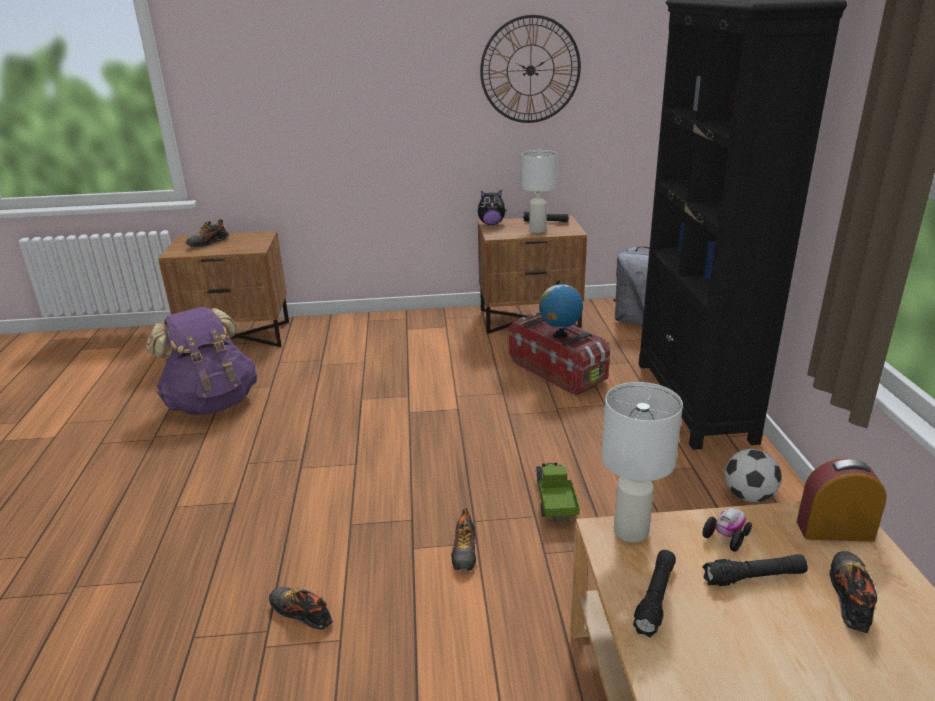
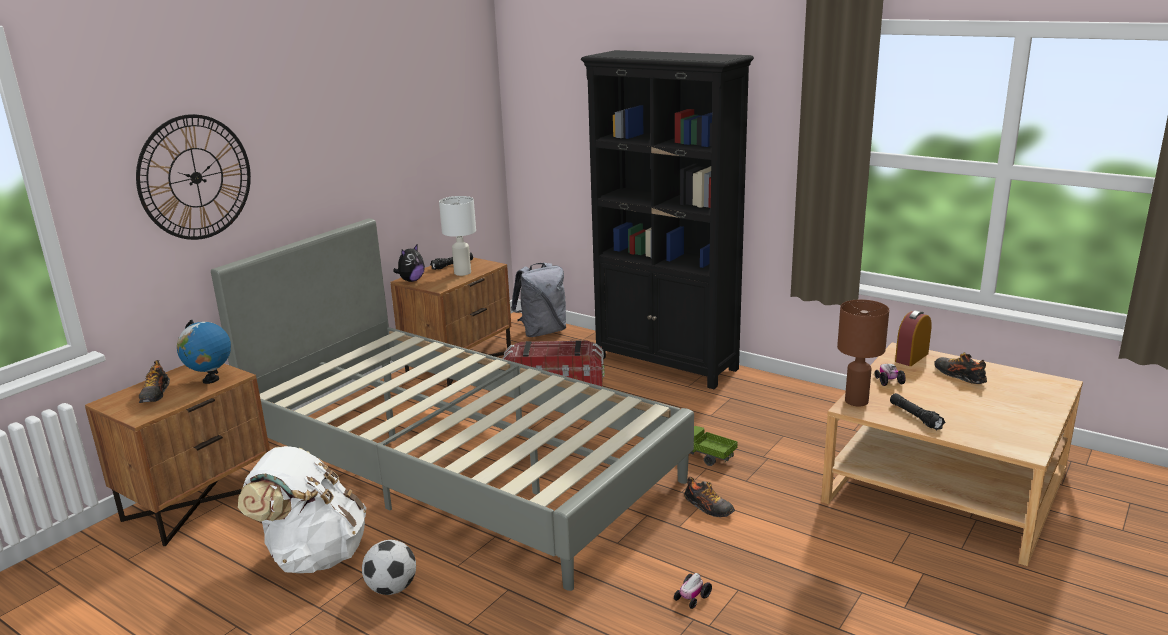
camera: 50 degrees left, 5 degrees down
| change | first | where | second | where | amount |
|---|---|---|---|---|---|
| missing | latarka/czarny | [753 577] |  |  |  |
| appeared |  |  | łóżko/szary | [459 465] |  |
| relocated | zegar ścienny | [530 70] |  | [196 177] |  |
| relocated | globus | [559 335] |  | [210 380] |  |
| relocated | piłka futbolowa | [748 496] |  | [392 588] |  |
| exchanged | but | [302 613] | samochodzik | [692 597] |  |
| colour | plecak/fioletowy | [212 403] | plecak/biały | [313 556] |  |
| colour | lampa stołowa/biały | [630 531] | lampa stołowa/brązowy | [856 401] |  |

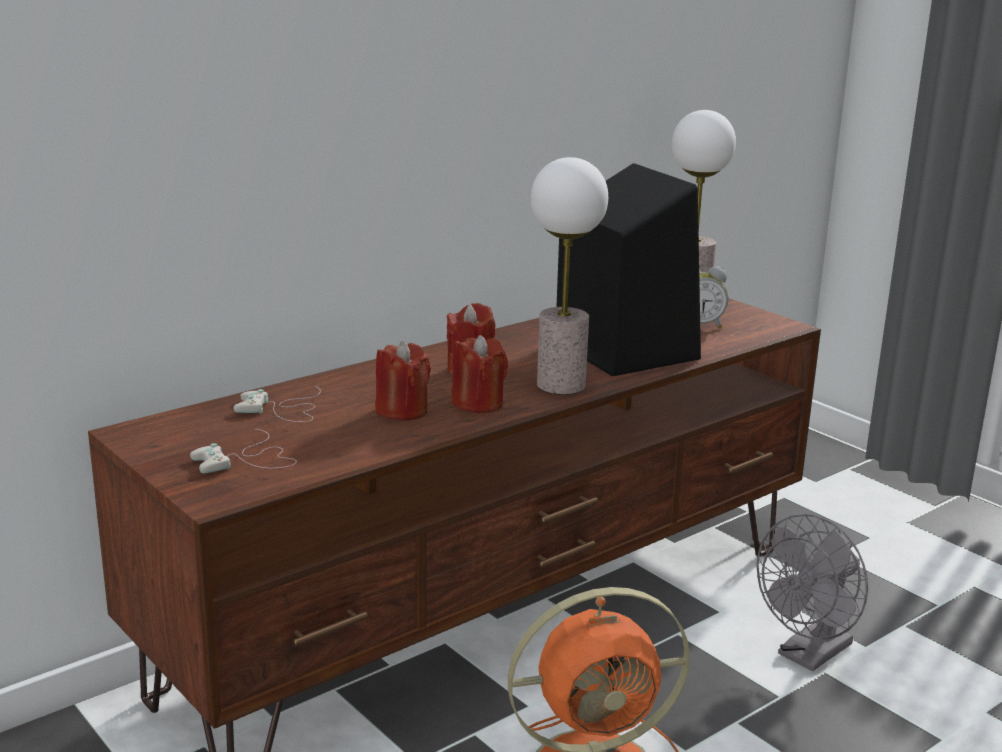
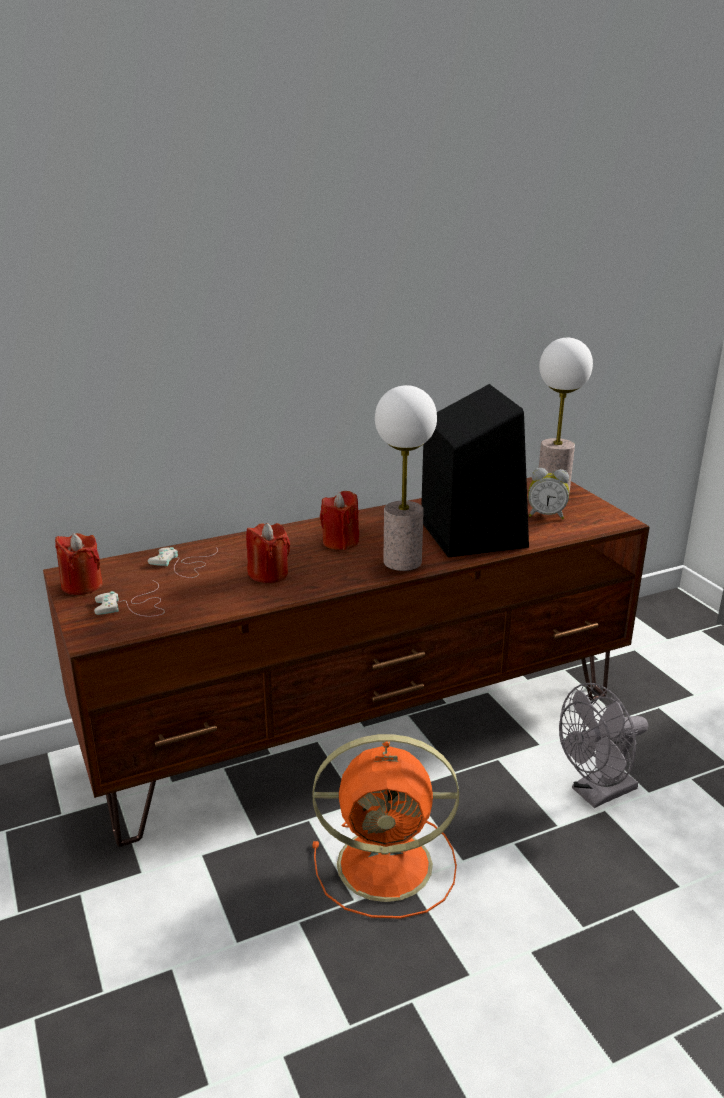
camera: 15 degrees right, 5 degrees up
| change | first | where | second | where | amount |
|---|---|---|---|---|---|
| relocated | świeca/czerwony | [478 403] |  | [82 585] |  |

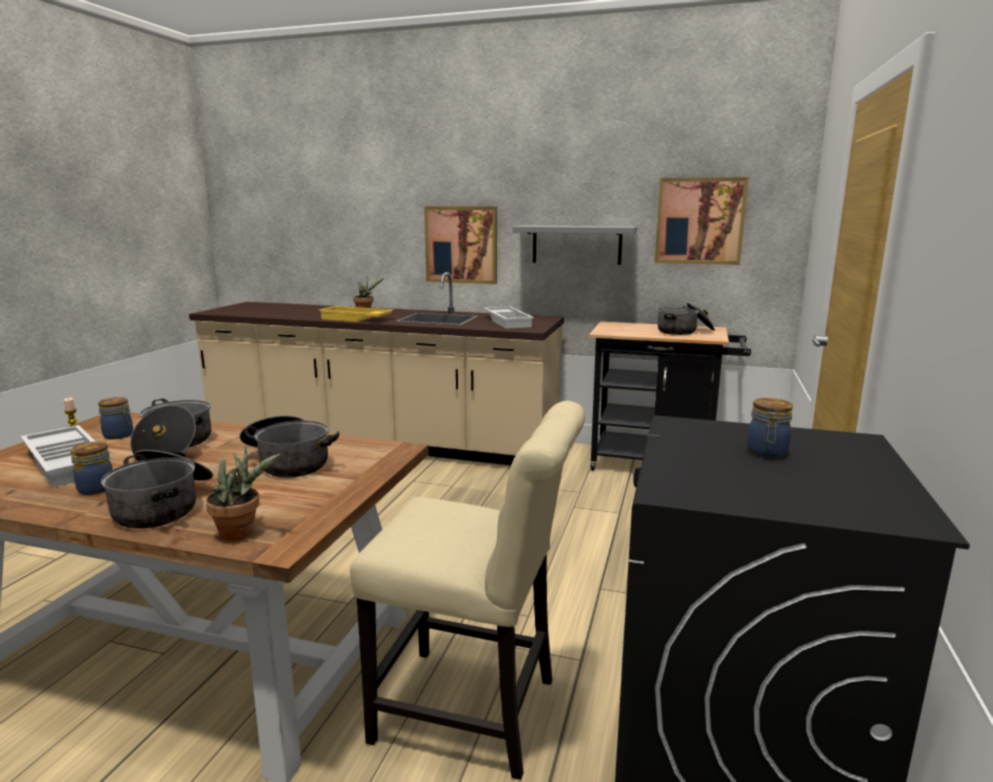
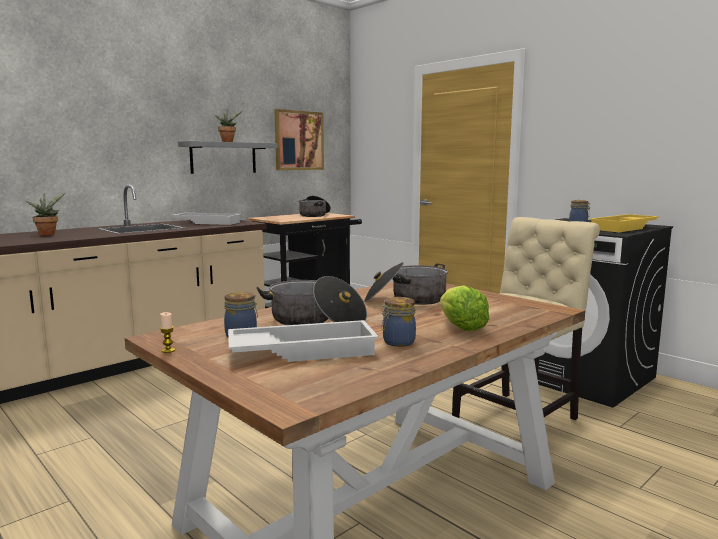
camera: 60 degrees left, 5 degrees down
| change | first | where | second | where | amount |
|---|---|---|---|---|---|
| missing | obraz | [461 244] |  |  |  |
| relocated | roślina doniczkowa | [242 533] |  | [228 141] |  |
| relocated | taca/żółty | [355 319] |  | [624 228] |  |
| exchanged | garnek | [164 505] | sałata | [460 327] |  |

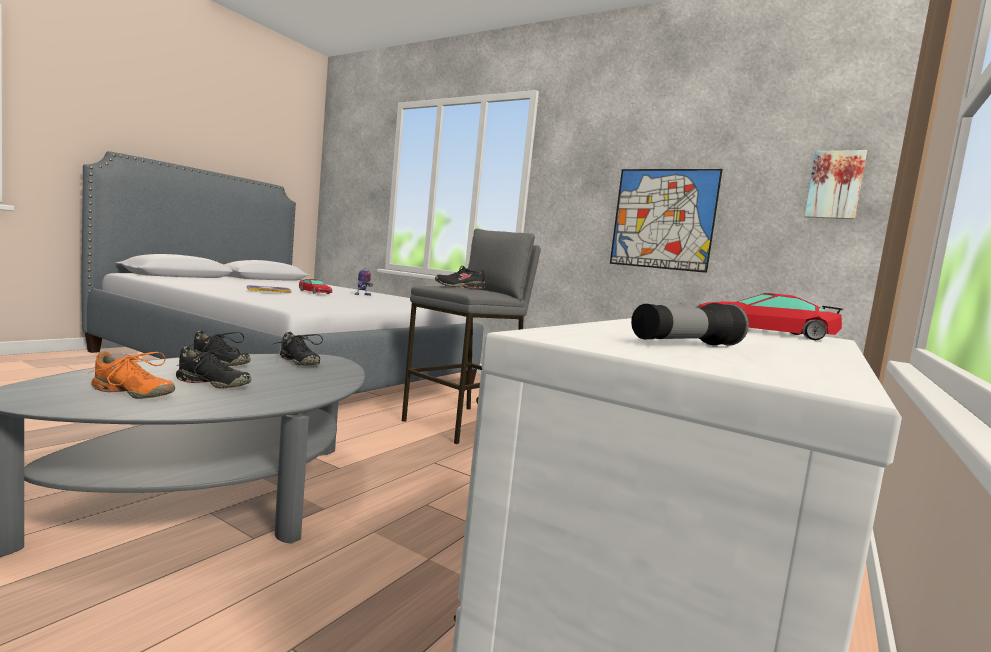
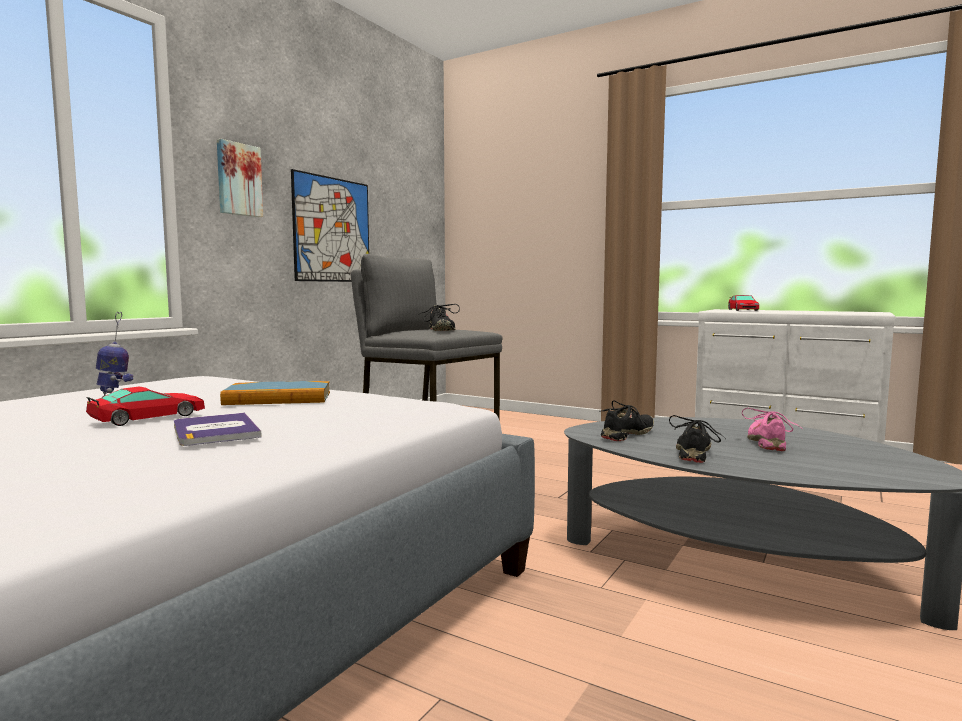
camera: 90 degrees left, 0 degrees up
| change | first | where | second | where | amount |
|---|---|---|---|---|---|
| missing | but/pomarańczowy | [132 393] |  |  |  |
| missing | latarka | [686 345] |  |  |  |
| appeared |  |  | książka | [278 398] |  |
| relocated | obraz | [834 185] |  | [238 179] |  |
| colour | but/czarny | [212 384] | but/różowy | [768 443] |  |

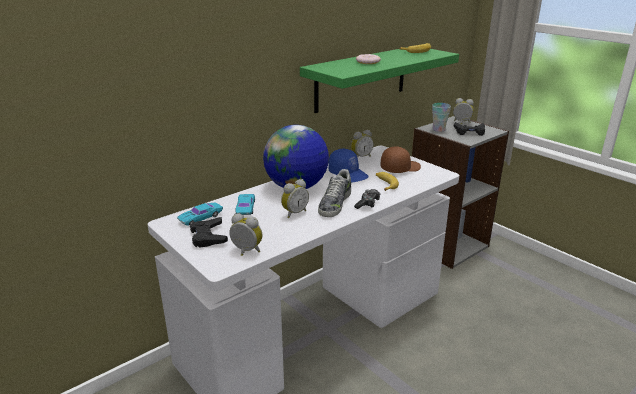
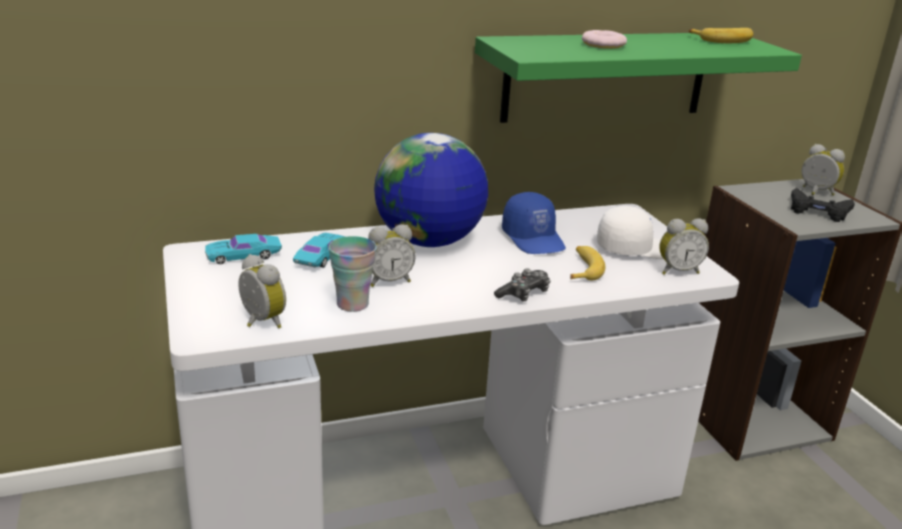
camera: 20 degrees right, 0 degrees up
| change | first | where | second | where | amount |
|---|---|---|---|---|---|
| missing | pad do gier/czarny | [208 236] |  |  |  |
| missing | but | [334 203] |  |  |  |
| relocated | budzik | [360 157] |  | [677 271] |  |
| relocated | filiżanka | [438 130] |  | [352 304] |  |
| colour | czapka z daszkiem/brązowy | [400 168] | czapka z daszkiem/biały | [634 248] |  |

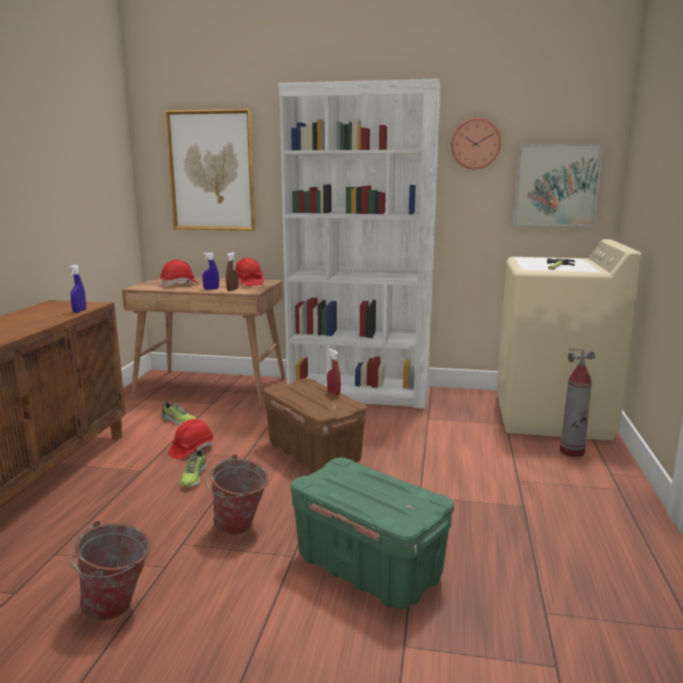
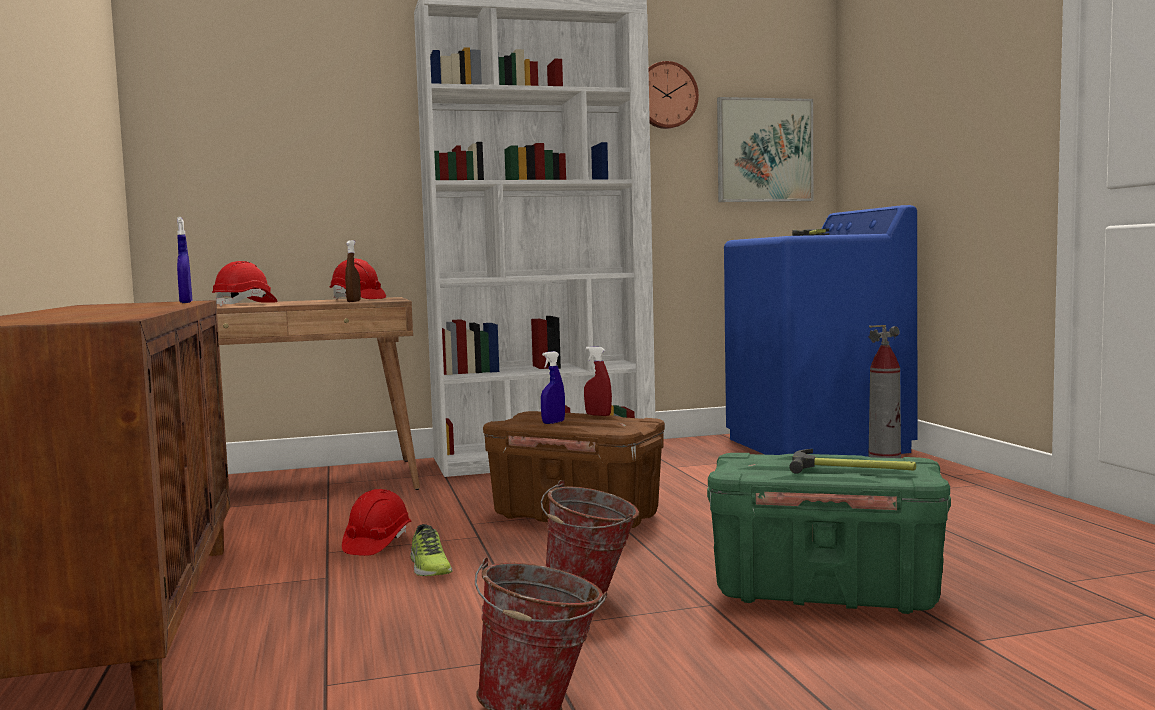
camera: 25 degrees left, 10 degrees down
| change | first | where | second | where | amount |
|---|---|---|---|---|---|
| missing | but | [178 421] |  |  |  |
| missing | obraz | [211 171] |  |  |  |
| appeared |  |  | młotek | [853 469] |  |
| relocated | spryskiwacz/niebieski | [211 289] |  | [553 422] |  |
| colour | pralka/beżowy | [552 417] | pralka/niebieski | [817 445] |  |

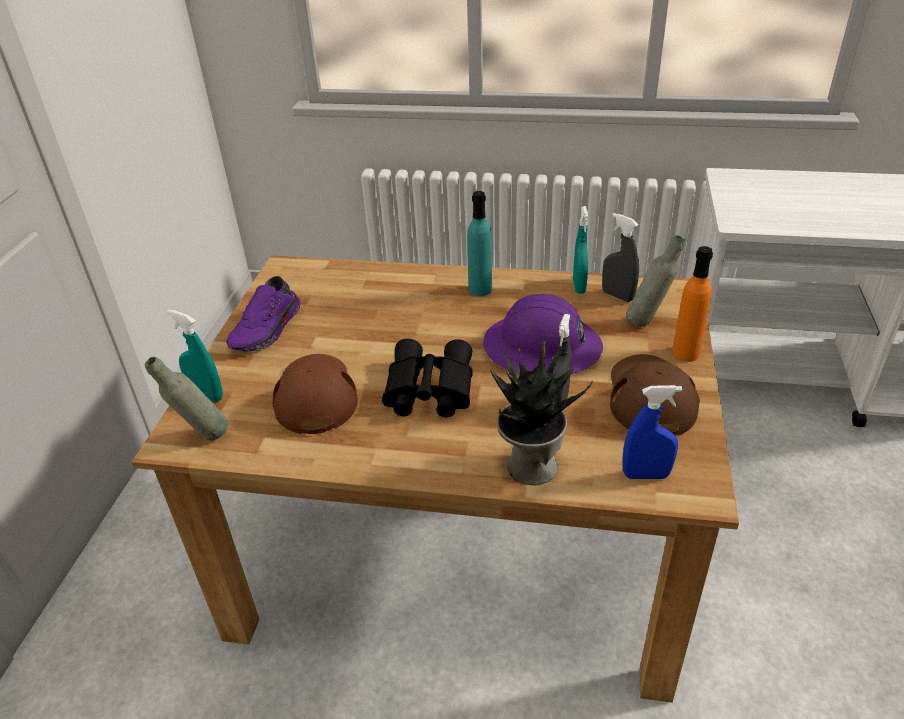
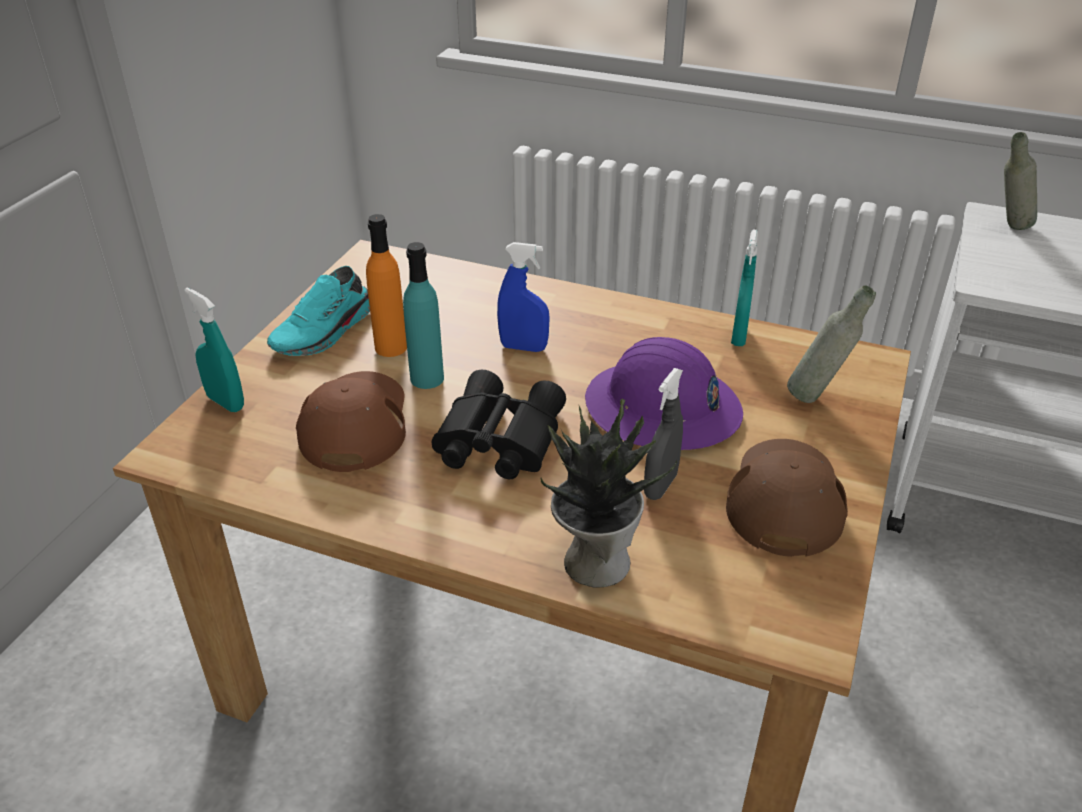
camera: 10 degrees right, 0 degrees up
| change | first | where | second | where | amount |
|---|---|---|---|---|---|
| missing | spryskiwacz/szary | [617 296] |  |  |  |
| relocated | butelka/szary | [202 438] |  | [1008 228] |  |
| relocated | butelka/turkusowy | [480 289] |  | [427 378] |  |
| relocated | spryskiwacz/niebieski | [646 475] |  | [523 347] |  |
| relocated | butelka/pomarańczowy | [685 353] |  | [391 347] |  |
| colour | but/fioletowy | [268 330] | but/turkusowy | [325 332] |  |

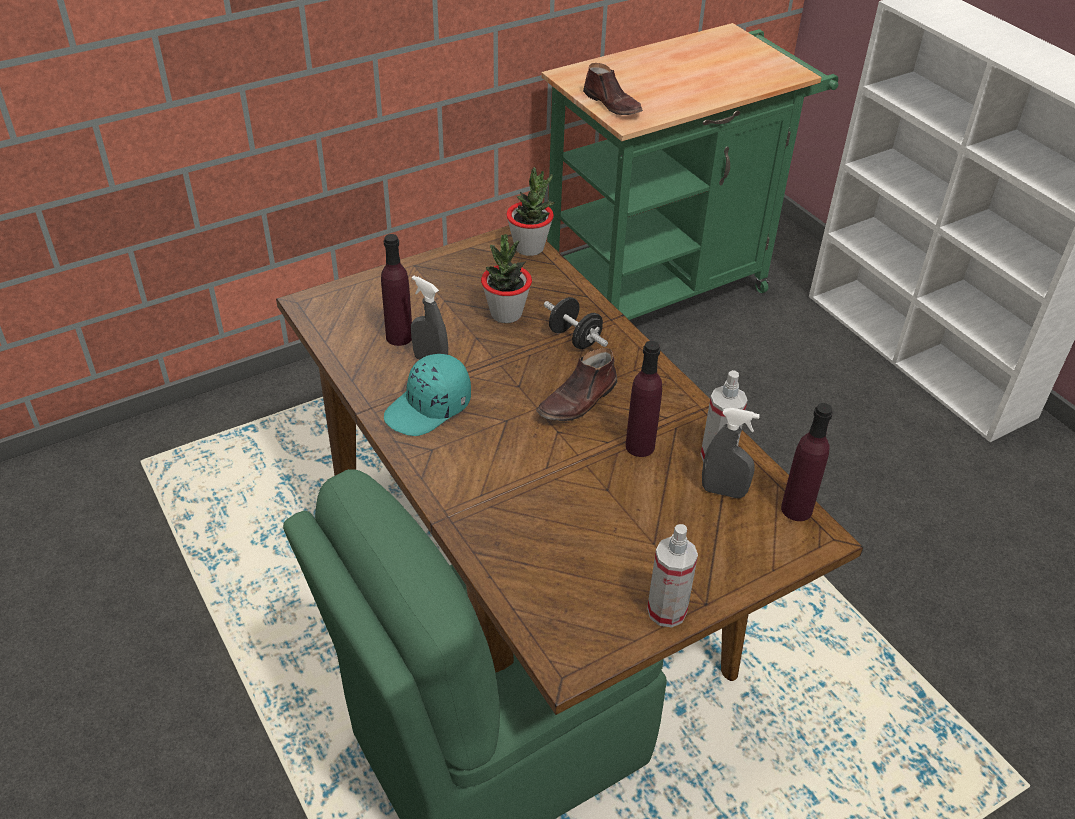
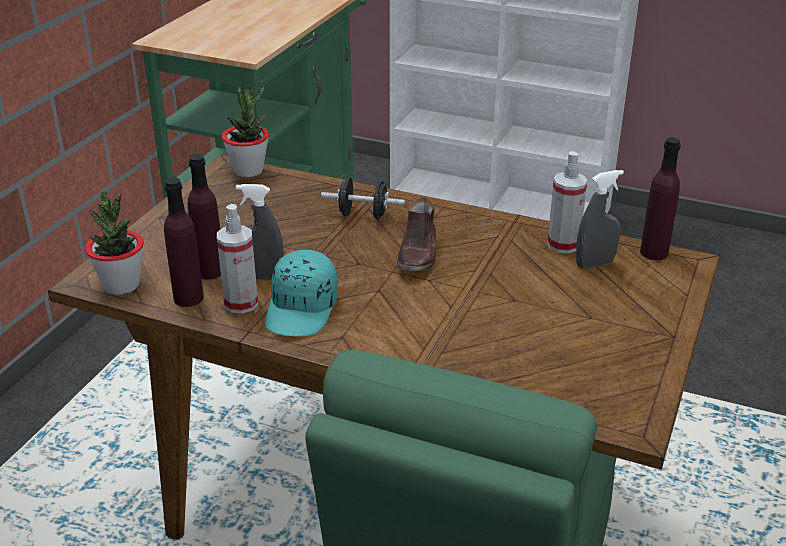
camera: 35 degrees left, 10 degrees down
| change | first | where | second | where | amount |
|---|---|---|---|---|---|
| missing | but/brązowy | [613 104] |  |  |  |
| relocated | roślina doniczkowa | [506 314] |  | [121 285] |  |
| relocated | butelka/fioletowy | [640 446] |  | [188 298] |  |
| relocated | spryskiwacz | [666 611] |  | [241 303] |  |

